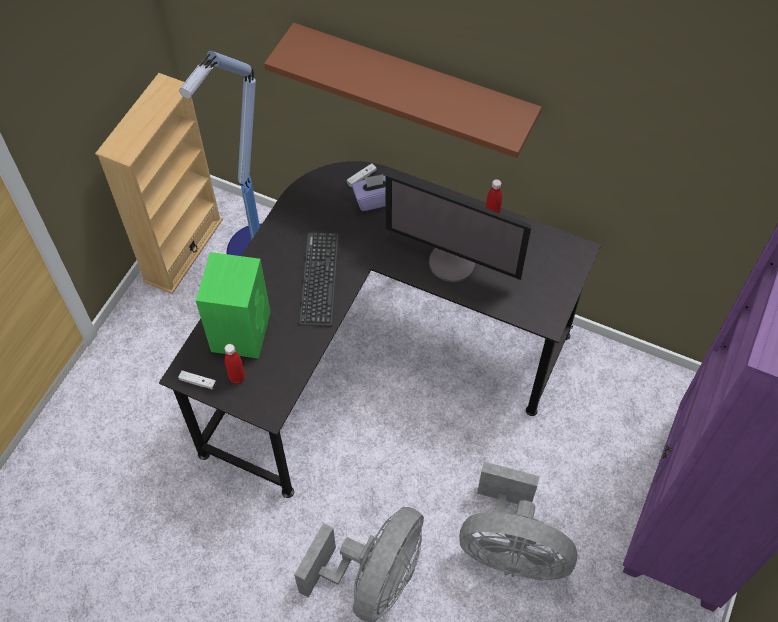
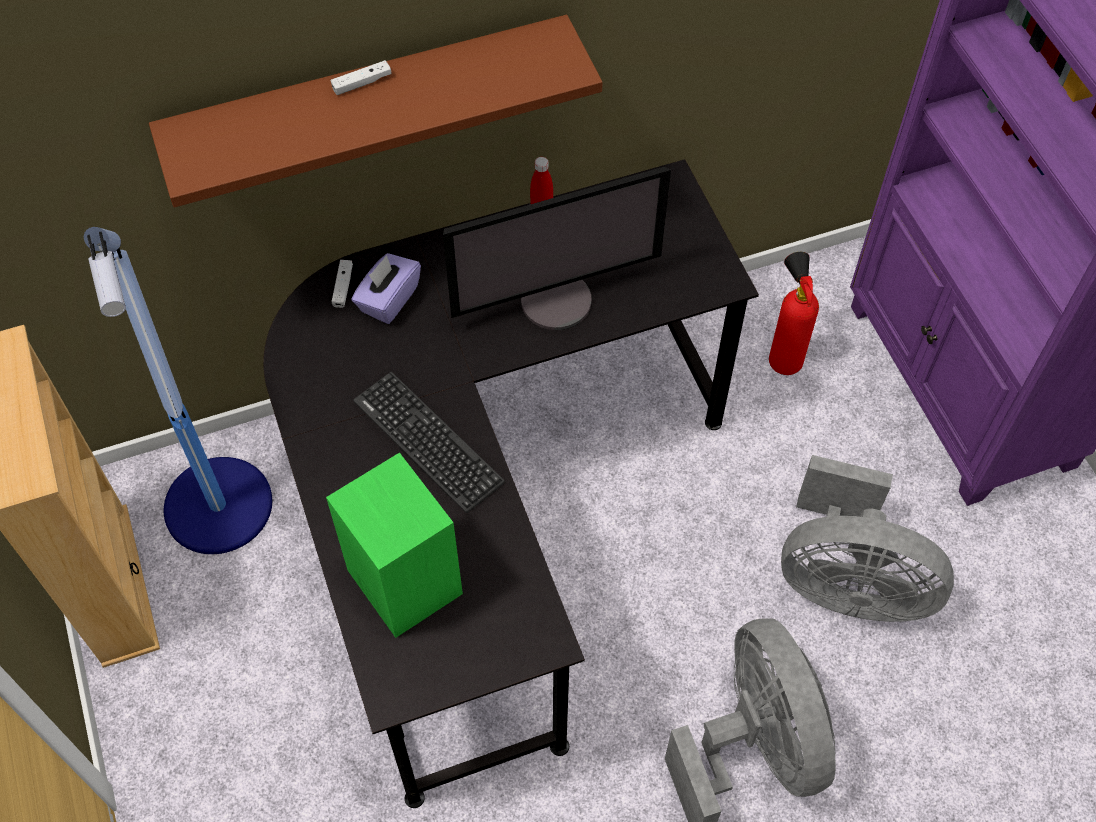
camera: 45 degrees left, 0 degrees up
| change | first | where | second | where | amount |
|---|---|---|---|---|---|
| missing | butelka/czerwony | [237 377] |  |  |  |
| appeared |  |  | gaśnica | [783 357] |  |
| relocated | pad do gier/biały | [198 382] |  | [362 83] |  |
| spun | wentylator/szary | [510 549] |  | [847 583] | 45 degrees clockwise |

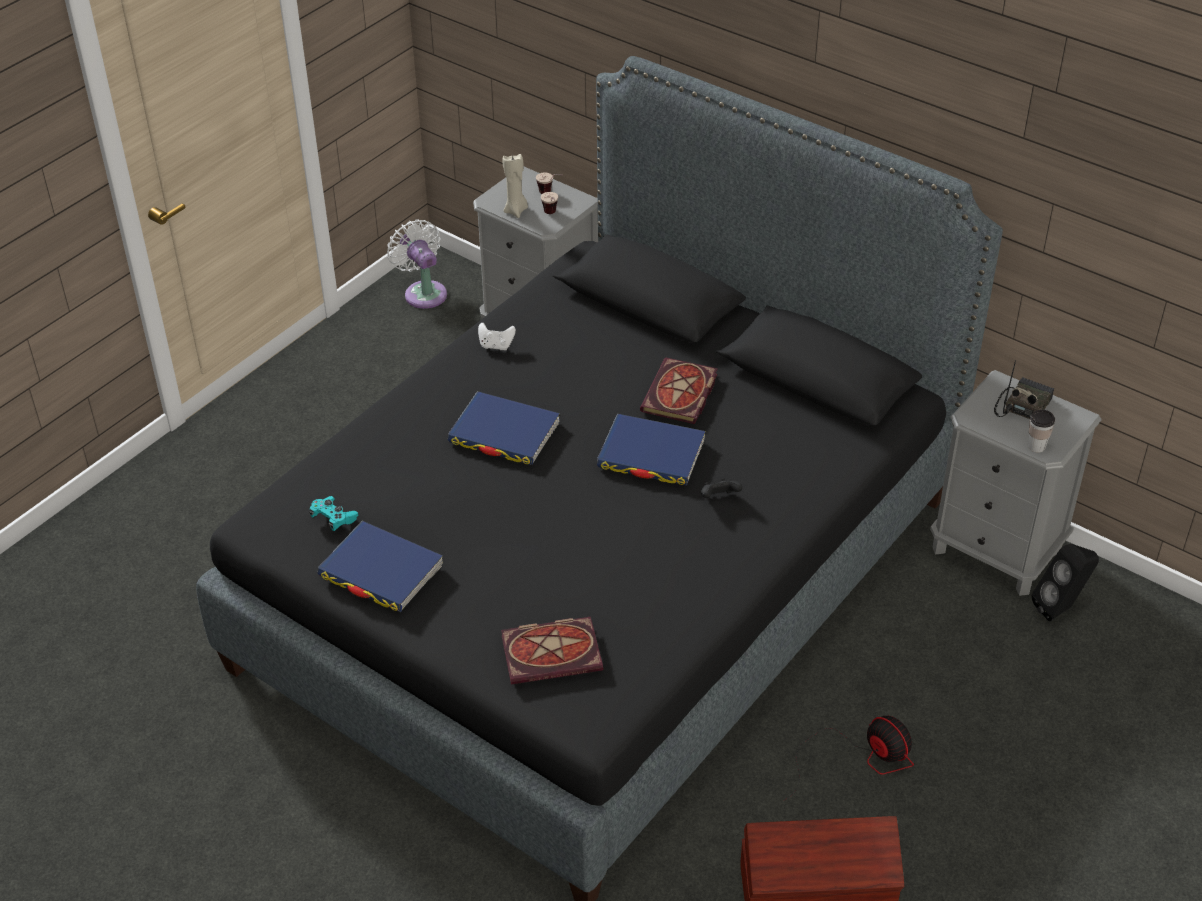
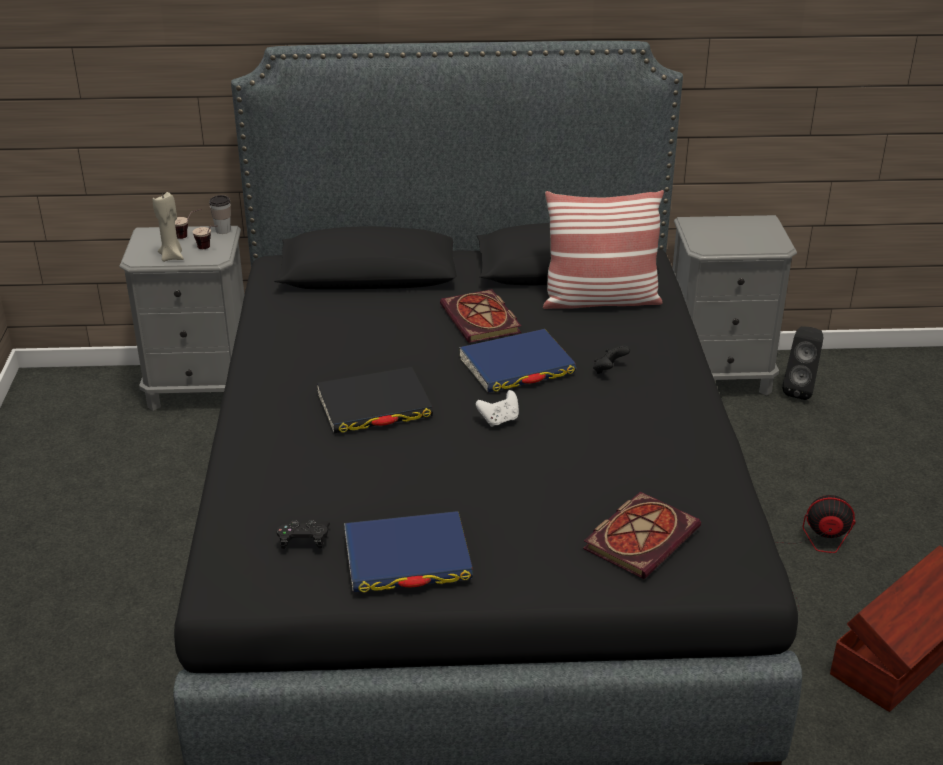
camera: 40 degrees left, 10 degrees down
| change | first | where | second | where | amount |
|---|---|---|---|---|---|
| missing | wentylator/biały | [423 292] |  |  |  |
| missing | radio | [1022 406] |  |  |  |
| appeared |  |  | poduszka | [600 300] |  |
| relocated | pad do gier/biały | [496 346] |  | [499 420] |  |
| relocated | filiżanka | [1036 446] |  | [223 230] |  |
| colour | pad do gier/turkusowy | [333 518] | pad do gier/czarny | [304 541] |  |
| colour | książka/niebieski | [504 433] | książka/czarny | [374 406] |  |

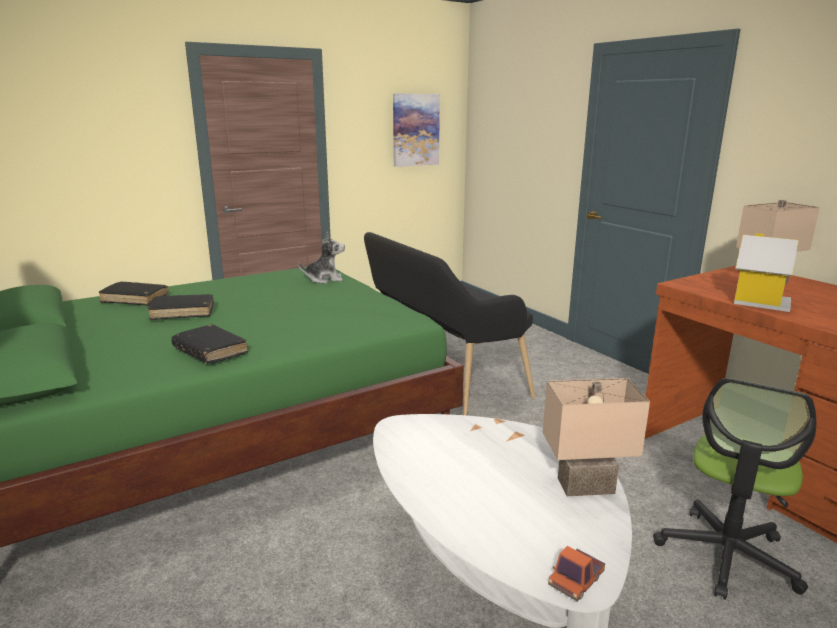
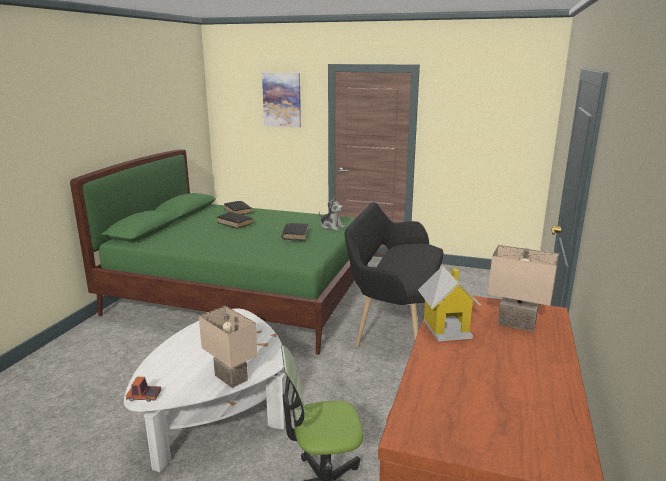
camera: 50 degrees right, 0 degrees up
| change | first | where | second | where | amount |
|---|---|---|---|---|---|
| relocated | książka/czarny | [210 351] |  | [295 235] |  |
| relocated | obraz | [415 130] |  | [282 100] |  |

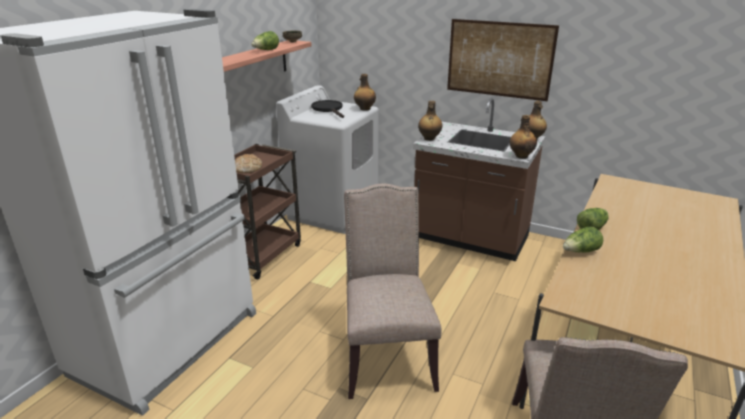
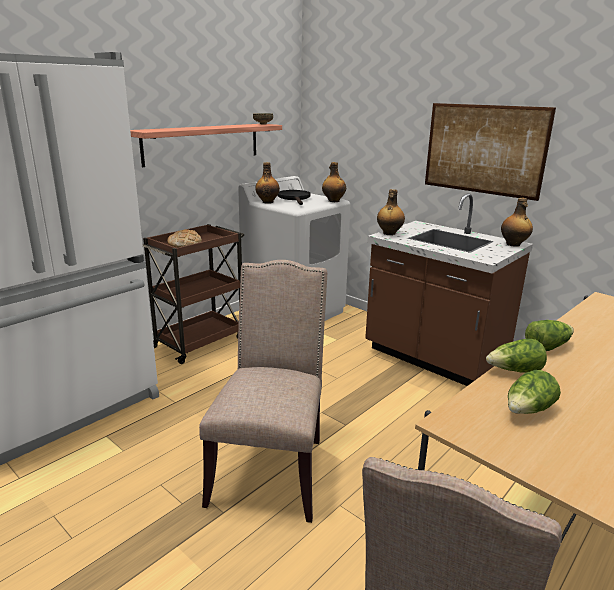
camera: 15 degrees right, 5 degrees down
| change | first | where | second | where | amount |
|---|---|---|---|---|---|
| relocated | sałata | [266 50] |  | [528 410] |  |
| relocated | butelka | [521 156] |  | [267 202] |  |

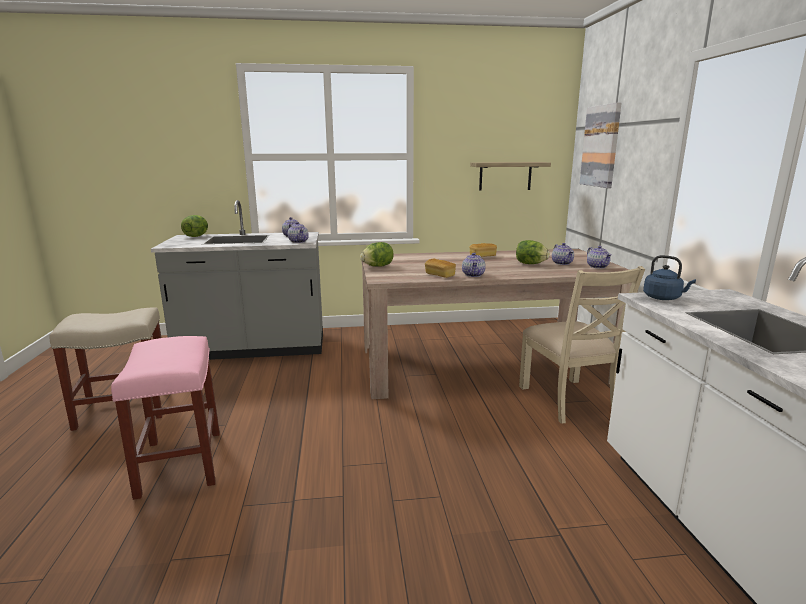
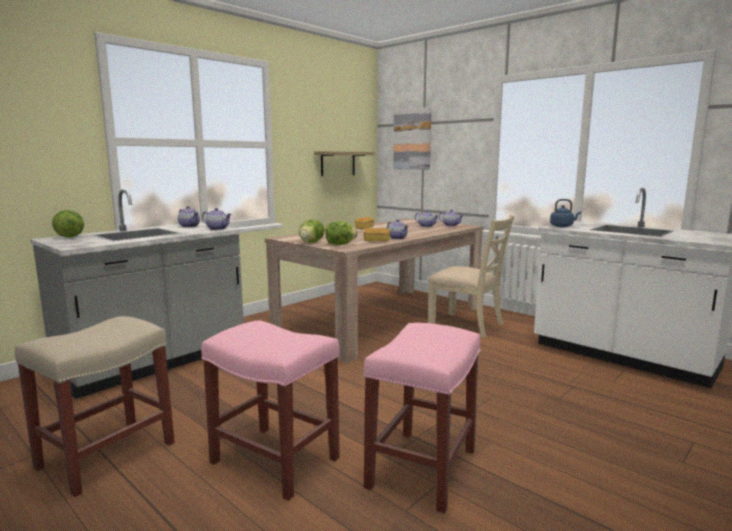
camera: 40 degrees left, 5 degrees down
| change | first | where | second | where | amount |
|---|---|---|---|---|---|
| appeared |  |  | stołek/różowy | [422 467] |  |
| relocated | sałata | [530 264] |  | [340 244] |  |

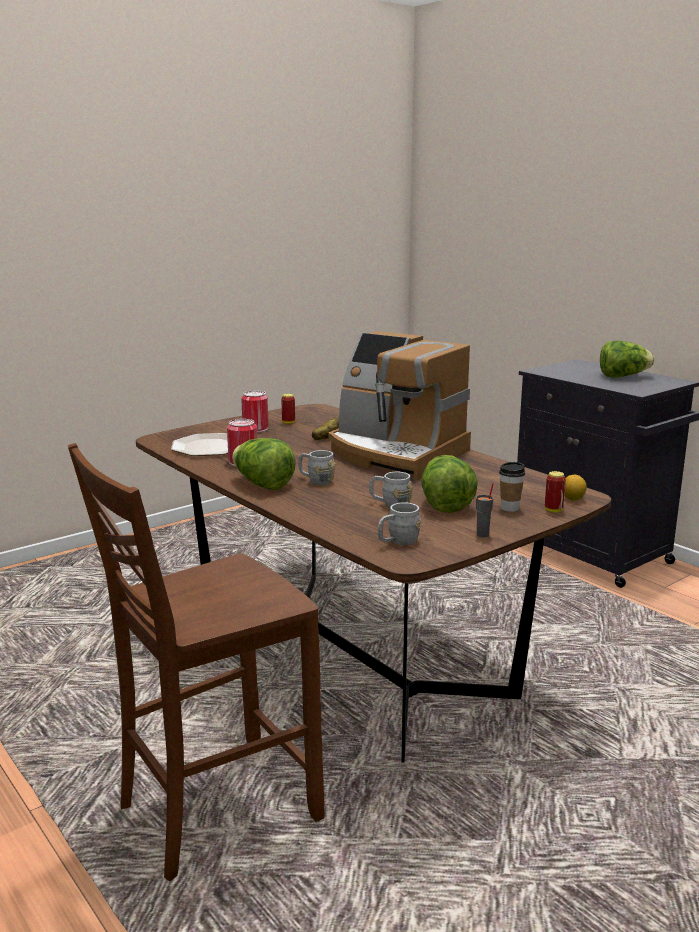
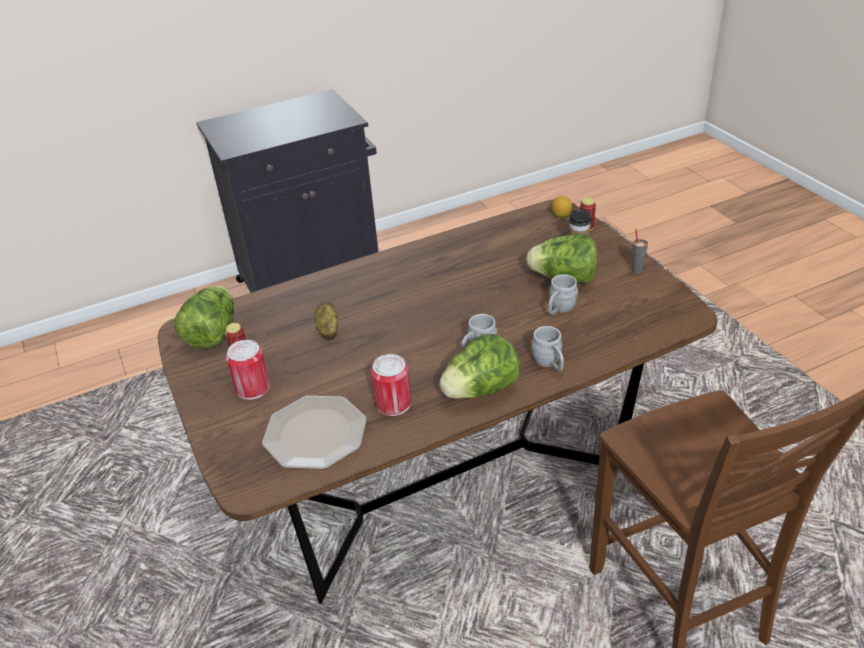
camera: 75 degrees left, 20 degrees up
| change | first | where | second | where | amount |
|---|---|---|---|---|---|
| missing | ekspres do kawy | [396 454] |  |  |  |
| relocated | kubek/szary | [398 542] |  | [549 364] |  |
| relocated | sałata | [623 376] |  | [213 334] |  |

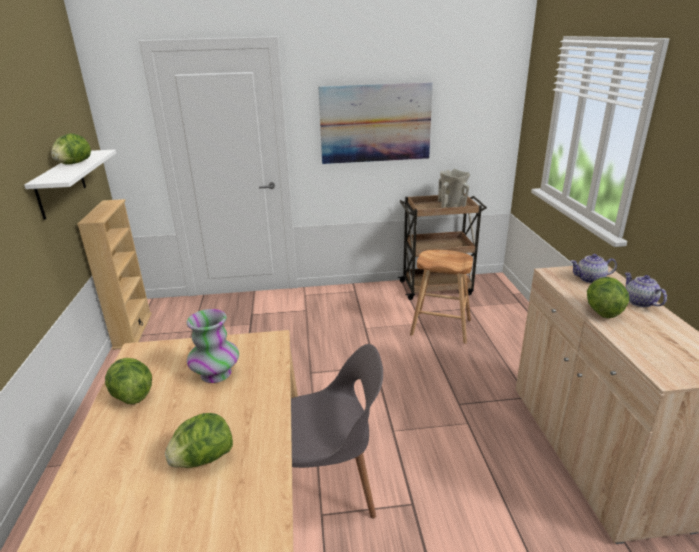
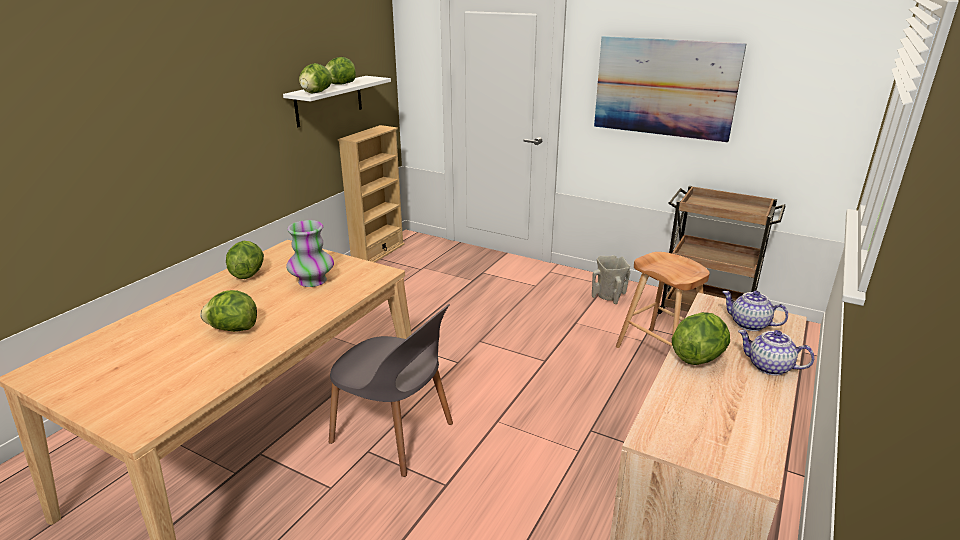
camera: 35 degrees right, 0 degrees up
| change | first | where | second | where | amount |
|---|---|---|---|---|---|
| appeared |  |  | sałata | [315 93] |  |
| relocated | wazon/beżowy | [452 206] |  | [609 297] |  |
| spun | imbryk | [639 302] |  | [769 367] | 75 degrees counterclockwise |

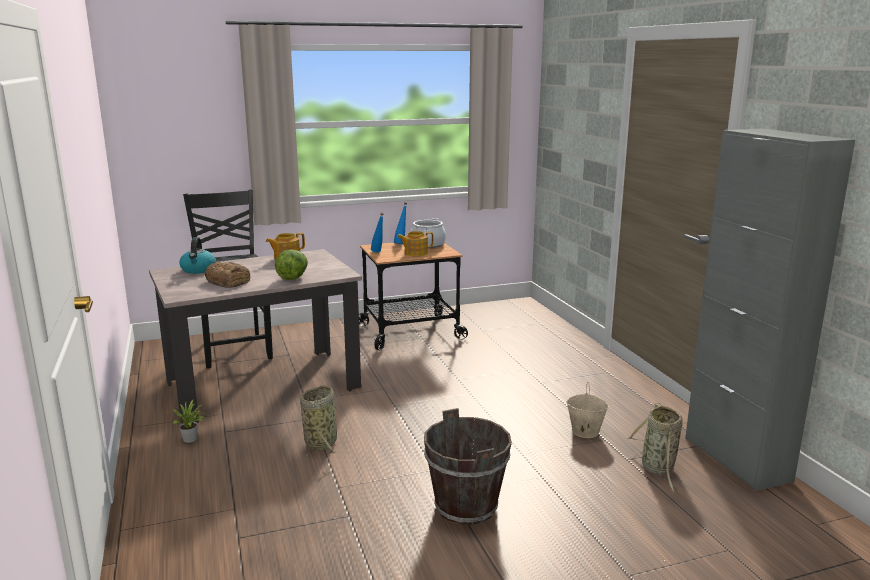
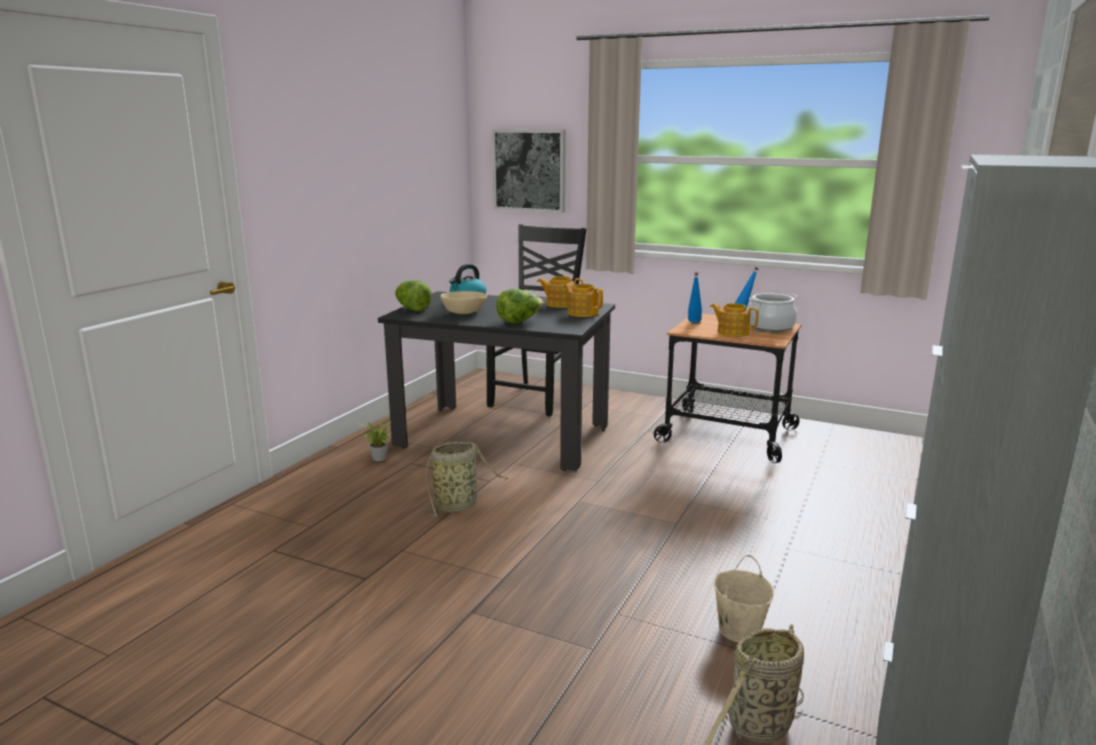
camera: 45 degrees right, 0 degrees up
| change | first | where | second | where | amount |
|---|---|---|---|---|---|
| missing | wiadro/brązowy | [466 507] |  |  |  |
| appeared |  |  | sałata | [412 309] |  |
| appeared |  |  | obraz | [529 170] |  |
| appeared |  |  | imbryk | [582 313] |  |
| exchanged | chleb | [228 281] | miska/beżowy | [464 312] |  |
| colour | stół jadalny/beżowy | [263 385] | stół jadalny/czarny | [503 436] |  |

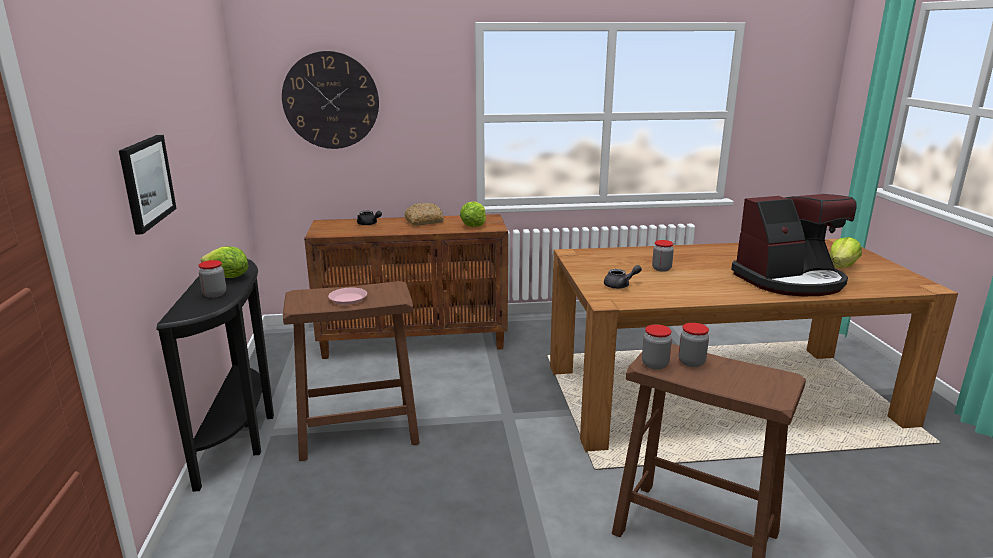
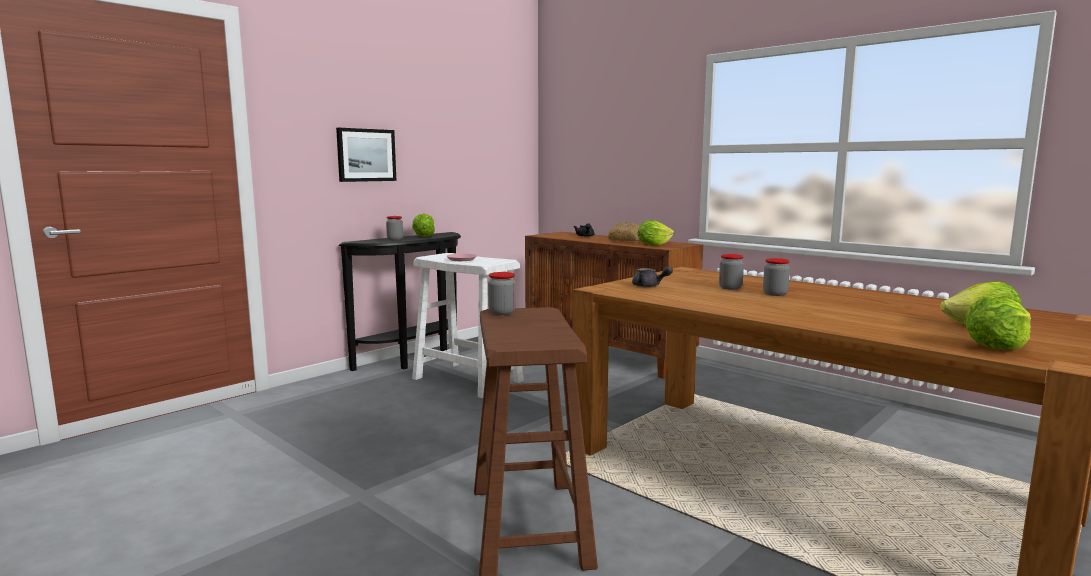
camera: 50 degrees right, 10 degrees down
| change | first | where | second | where | amount |
|---|---|---|---|---|---|
| missing | zegar ścienny | [331 100] |  |  |  |
| missing | ekspres do kawy | [790 280] |  |  |  |
| appeared |  |  | sałata | [996 347] |  |
| relocated | słoik | [691 362] |  | [775 294] |  |
| colour | stołek/brązowy | [357 431] | stołek/biały | [467 379] |  |

